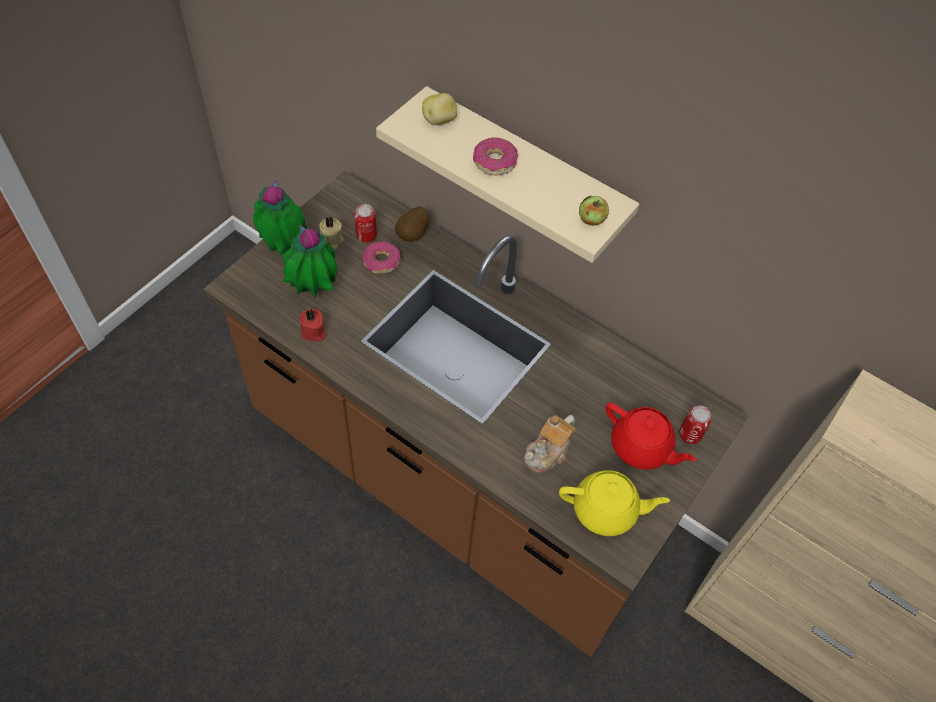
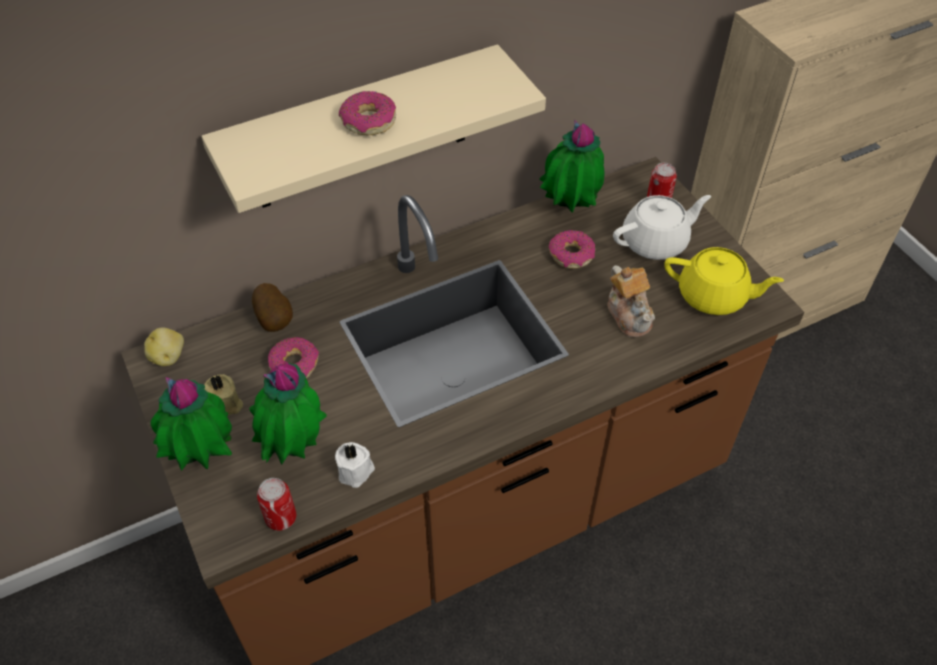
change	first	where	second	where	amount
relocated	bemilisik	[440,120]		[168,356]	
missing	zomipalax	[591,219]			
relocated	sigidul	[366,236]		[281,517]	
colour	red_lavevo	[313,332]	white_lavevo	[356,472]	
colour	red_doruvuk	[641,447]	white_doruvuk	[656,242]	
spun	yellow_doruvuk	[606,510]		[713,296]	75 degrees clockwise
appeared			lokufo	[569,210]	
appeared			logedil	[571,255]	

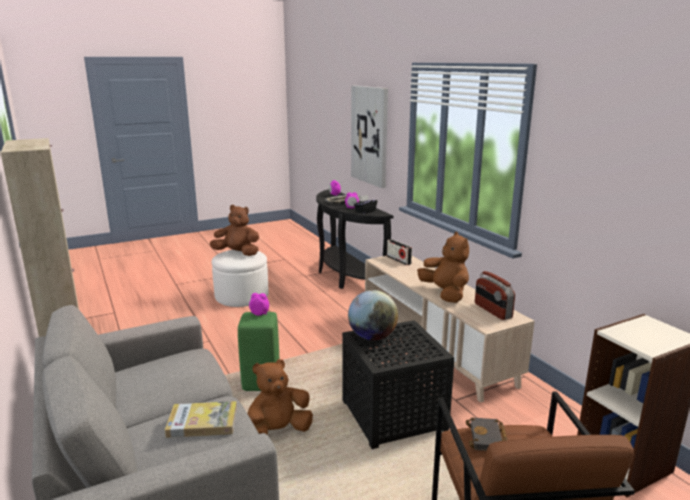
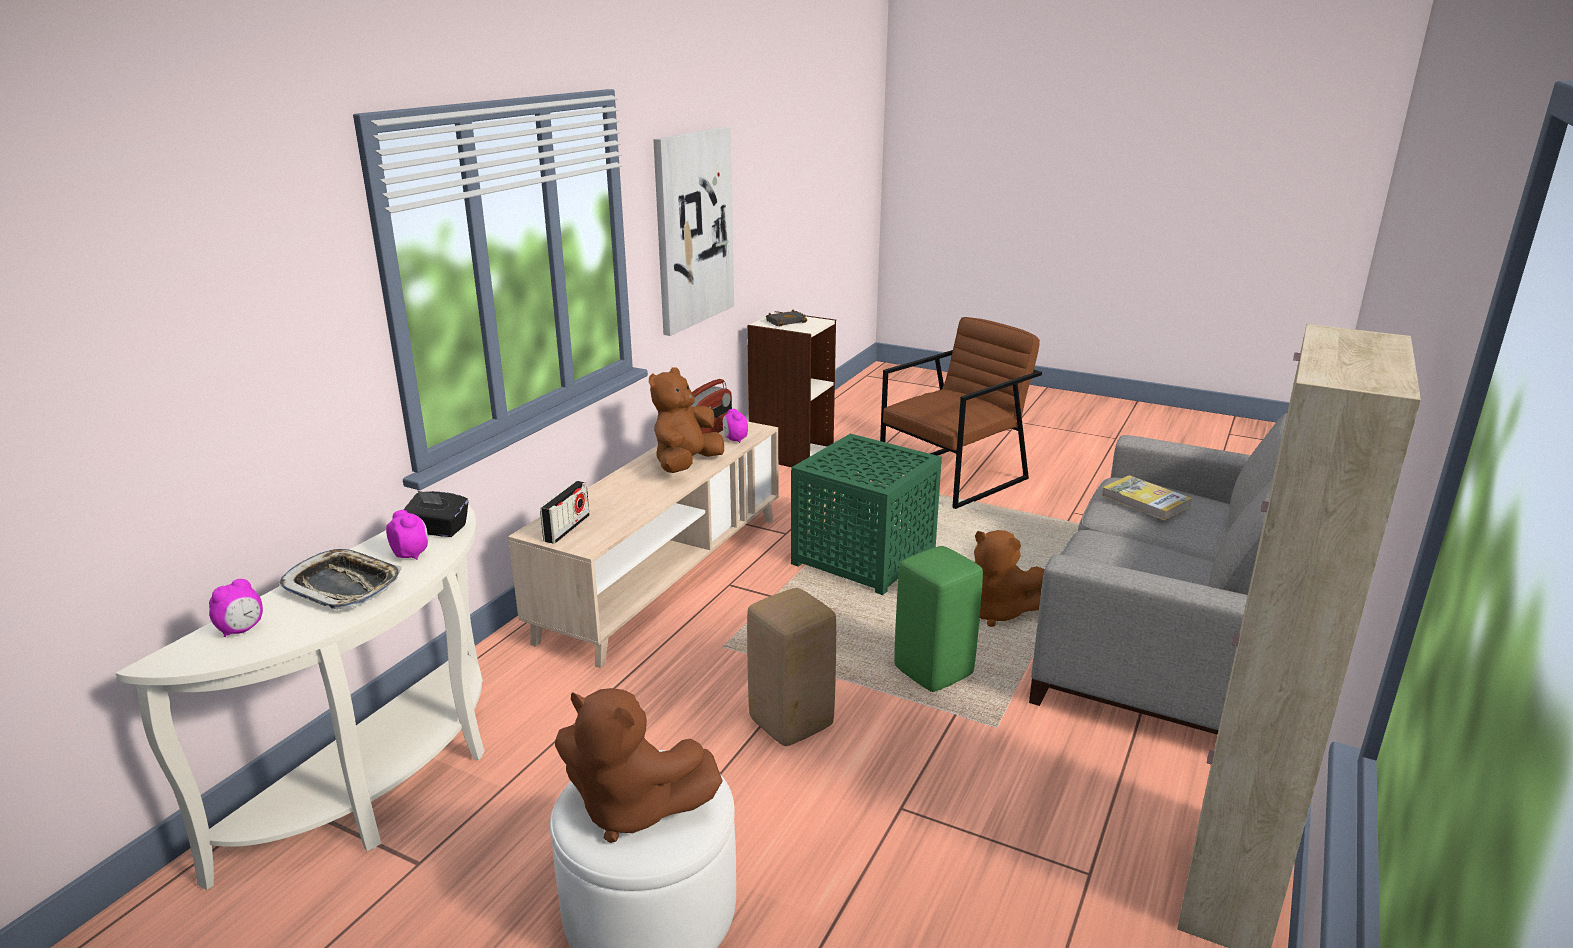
change	first	where	second	where	amount
relocated	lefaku	[370,135]		[693,229]	
colour	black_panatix	[345,277]	white_panatix	[388,783]	
spun	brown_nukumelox	[237,253]		[632,809]	45 degrees counterclockwise
missing	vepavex	[372,337]			
relocated	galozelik	[259,314]		[735,440]	
colour	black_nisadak	[394,414]	green_nisadak	[861,558]	
relocated	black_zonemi	[488,438]		[786,321]	
appeared			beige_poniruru	[791,724]	

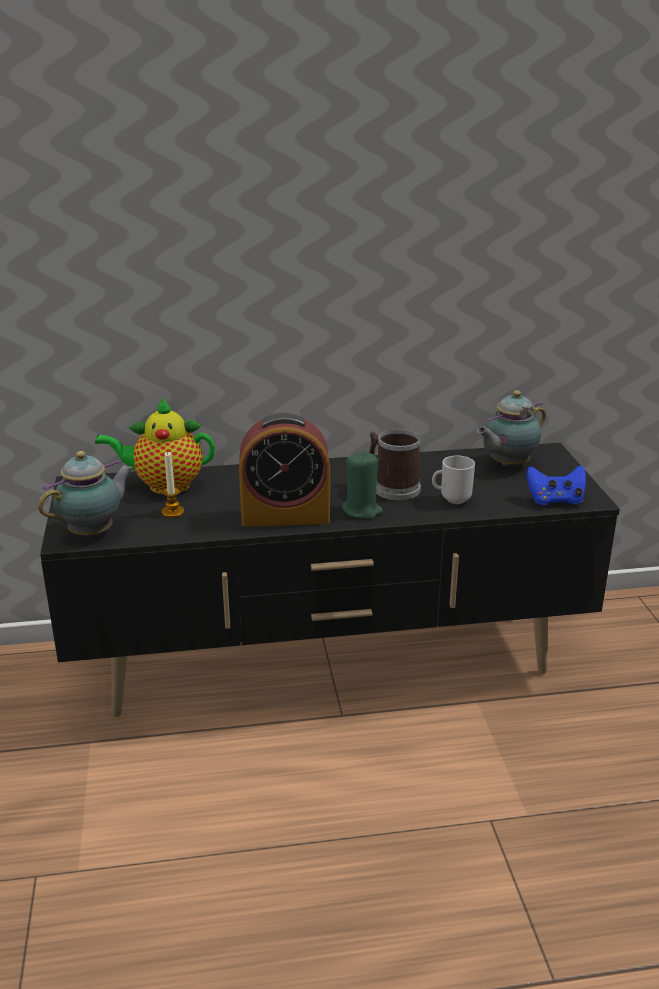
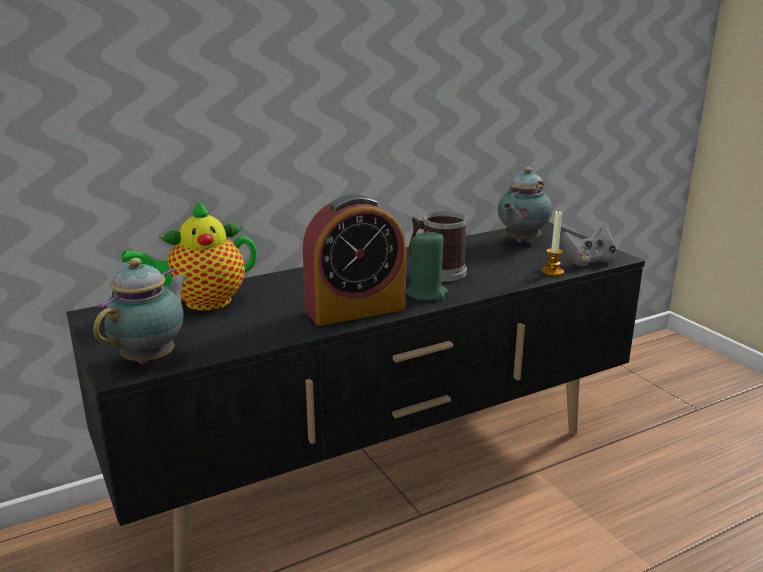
change	first	where	second	where	amount
relocated	lavevo	[173,512]		[552,272]	
missing	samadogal	[453,499]			
colour	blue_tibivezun	[555,500]	grey_tibivezun	[588,261]	

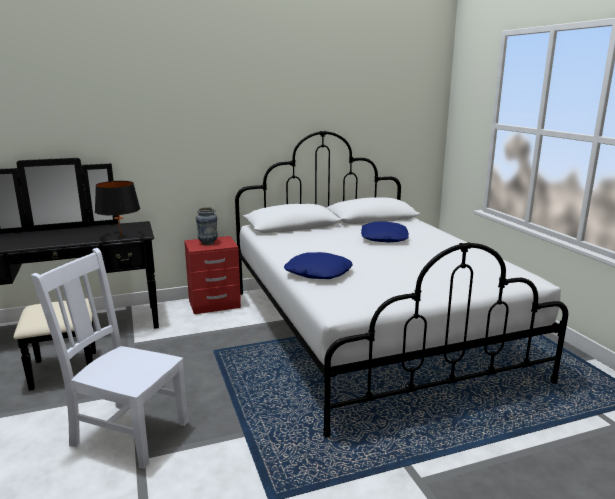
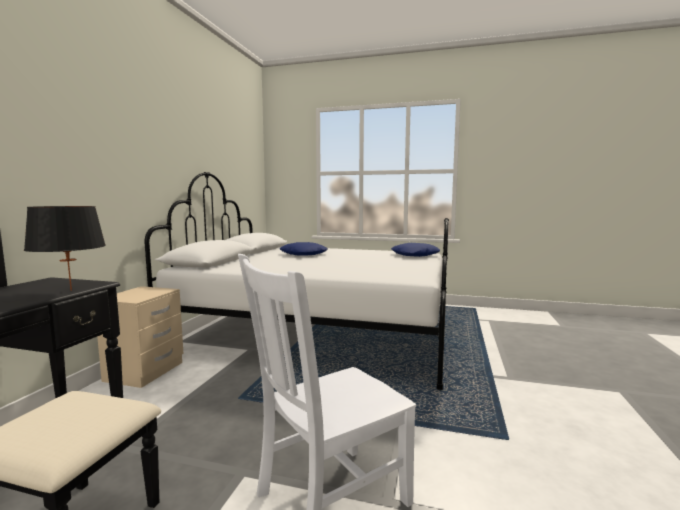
change	first	where	second	where	amount
missing	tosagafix	[208,243]			
colour	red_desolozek	[214,304]	beige_desolozek	[144,372]	
relocated	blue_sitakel	[318,273]		[415,255]	

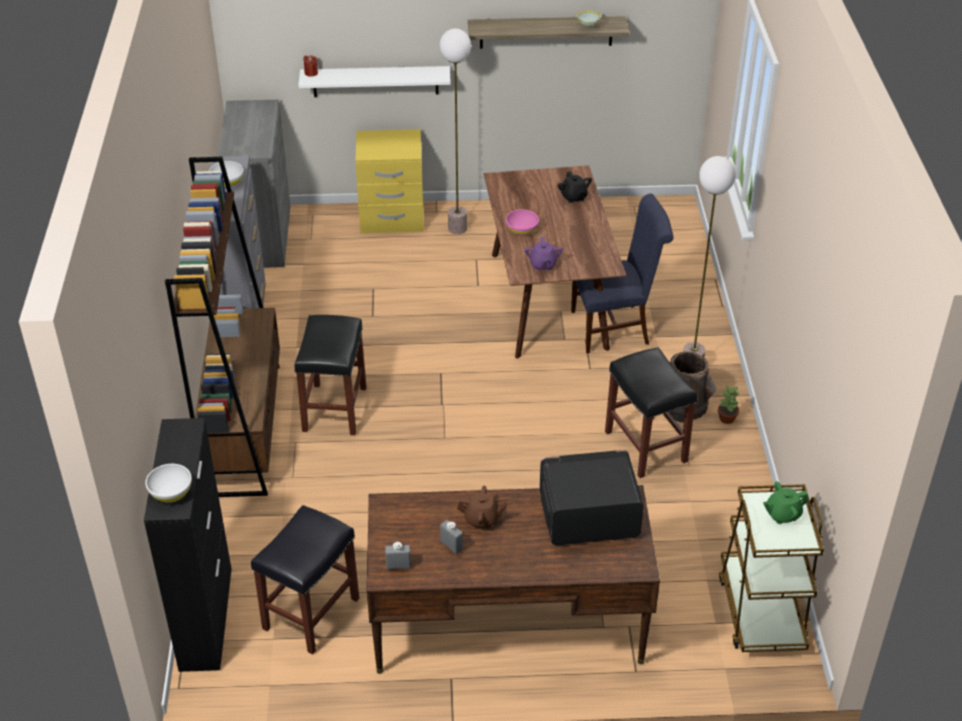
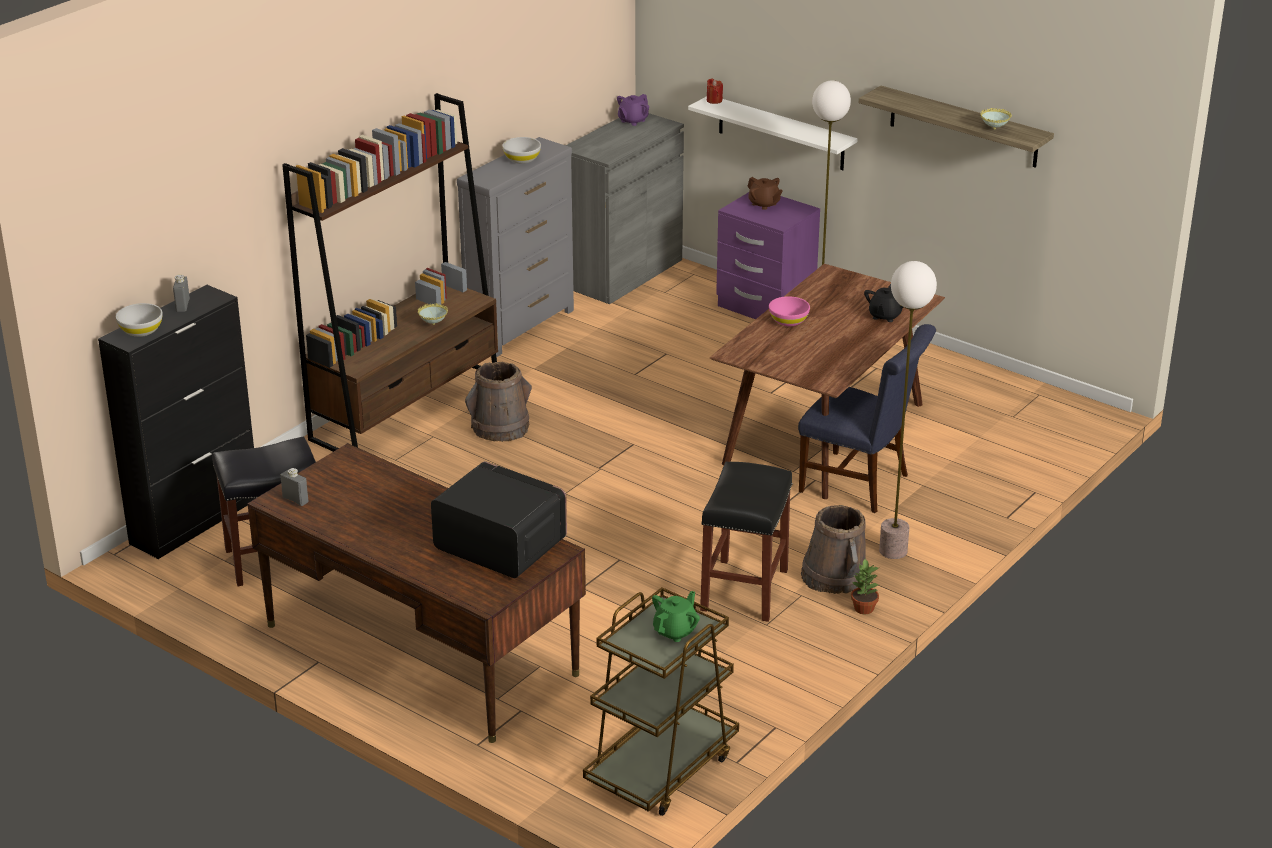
change	first	where	second	where	amount
colour	yellow_desolozek	[392,219]	purple_desolozek	[765,306]	
relocated	purple_doruvuk	[542,265]		[632,121]	
exchanged	black_poniruru	[334,408]	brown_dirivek	[500,427]	
spun	green_doruvuk	[782,514]		[675,631]	105 degrees clockwise
relocated	brown_doruvuk	[482,519]		[764,204]	
relocated	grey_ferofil	[451,545]		[182,305]	
appeared			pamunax	[433,325]	

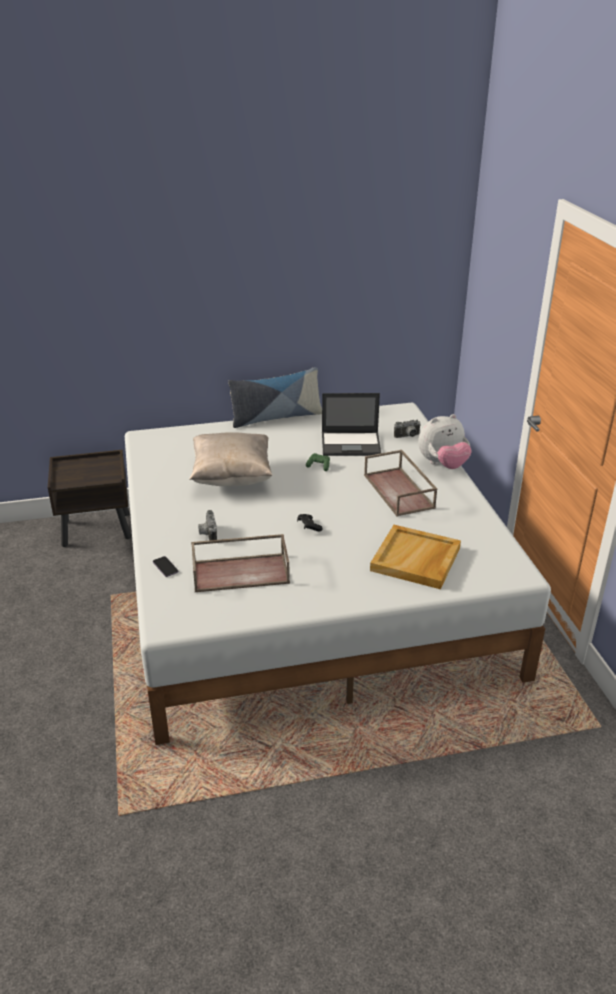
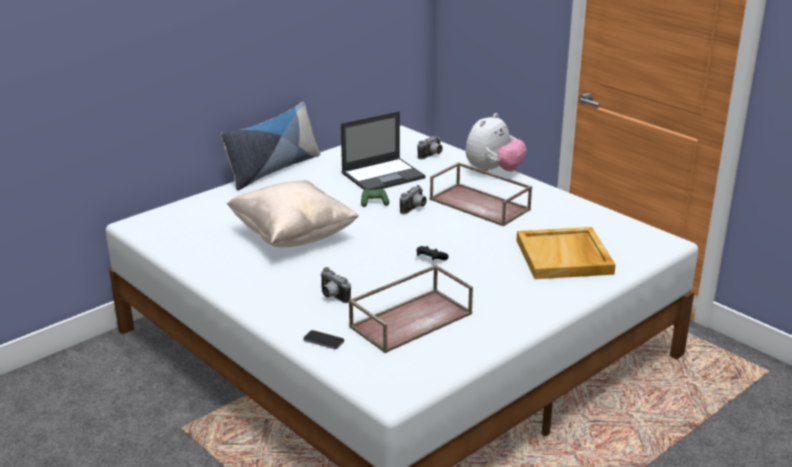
change	first	where	second	where	amount
missing	brown_desolozek	[97,529]			
appeared			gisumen	[414,209]	

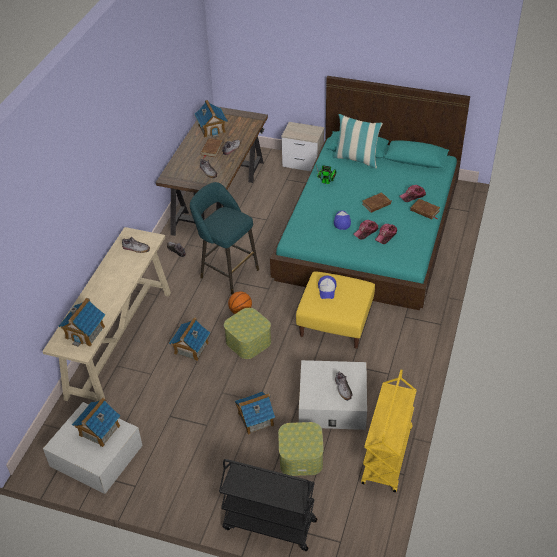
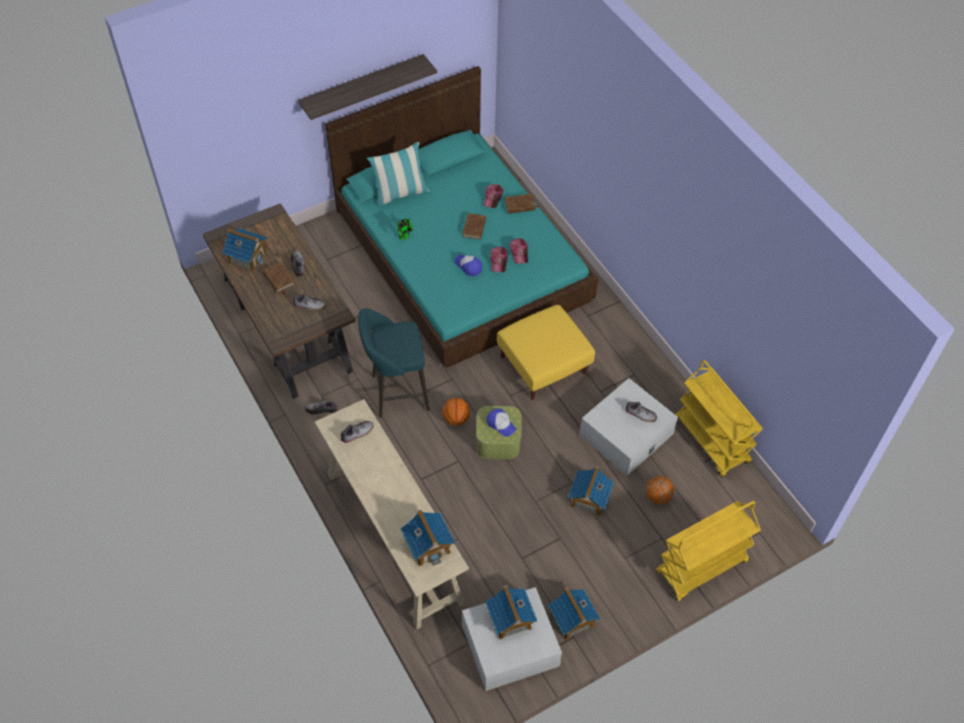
change	first	where	second	where	amount
missing	desolozek	[303,163]			
relocated	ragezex	[327,290]		[501,424]	
relocated	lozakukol	[191,348]		[572,620]	
exchanged	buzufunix	[301,457]	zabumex	[657,497]	
colour	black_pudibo	[269,525]	yellow_pudibo	[701,568]	
appeared			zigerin	[362,86]	

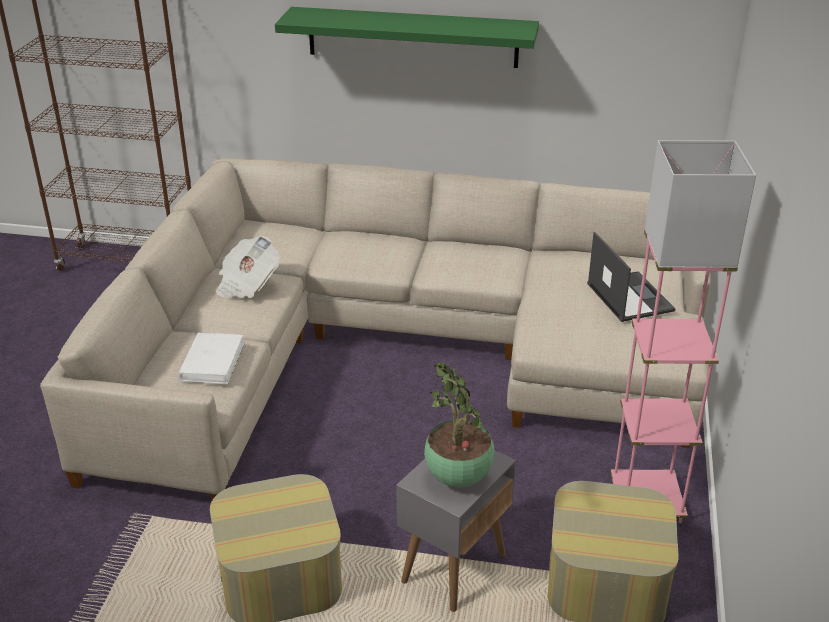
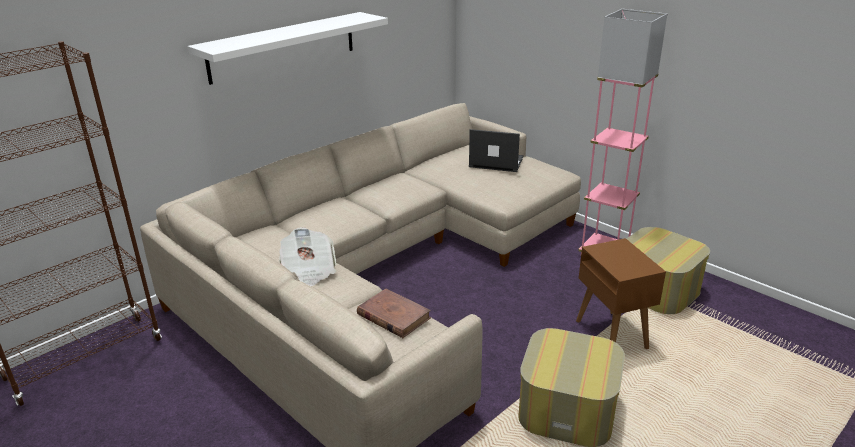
change	first	where	second	where	amount
colour	green_zigerin	[412,37]	white_zigerin	[283,46]	
colour	white_zonemi	[212,361]	brown_zonemi	[393,316]	
missing	lokufo	[459,479]			
colour	grey_nisadak	[454,567]	brown_nisadak	[610,334]	

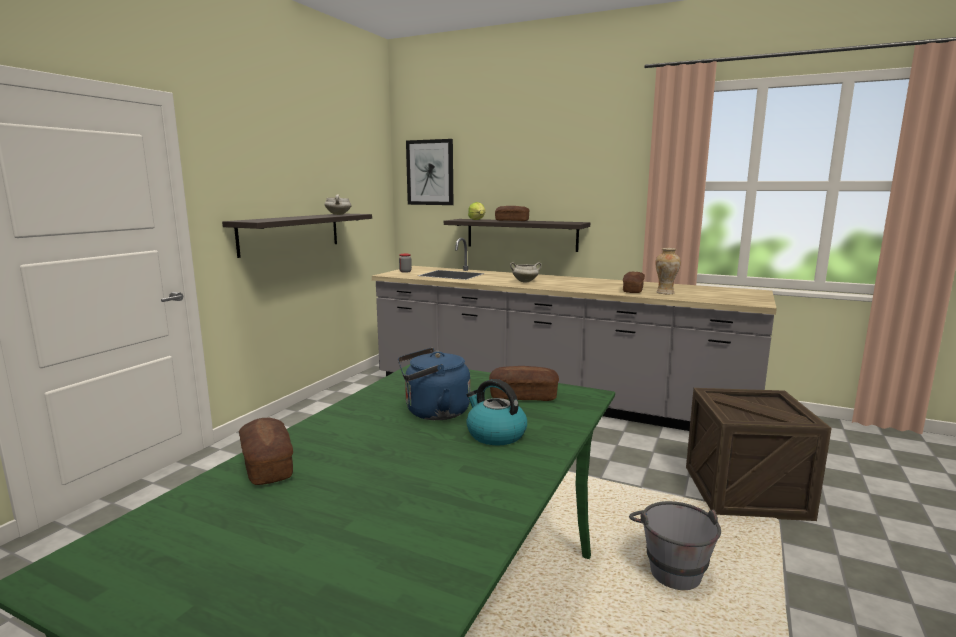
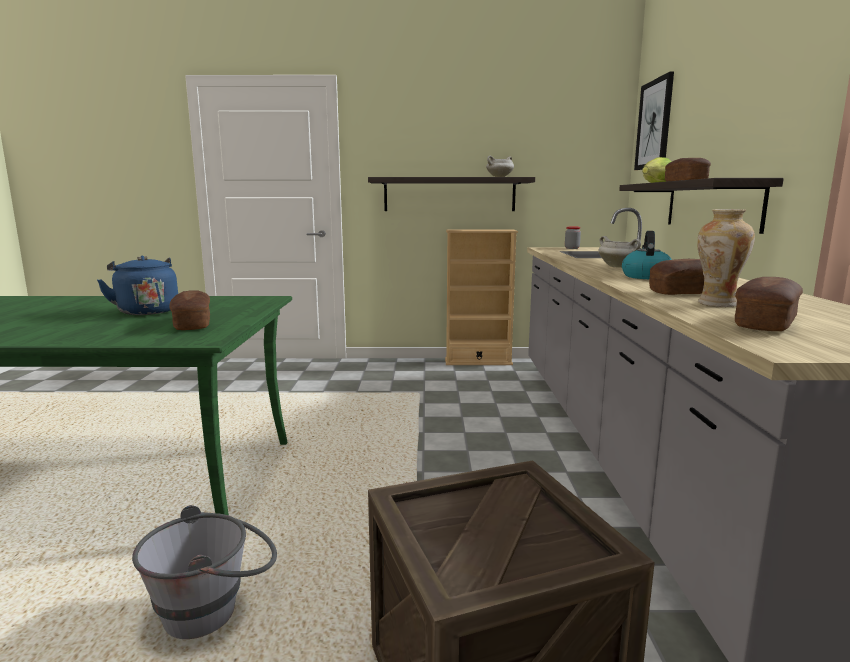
change	first	where	second	where	amount
relocated	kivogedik	[495,434]		[645,276]	
relocated	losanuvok	[267,465]		[765,323]	
appeared			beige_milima	[478,362]	

